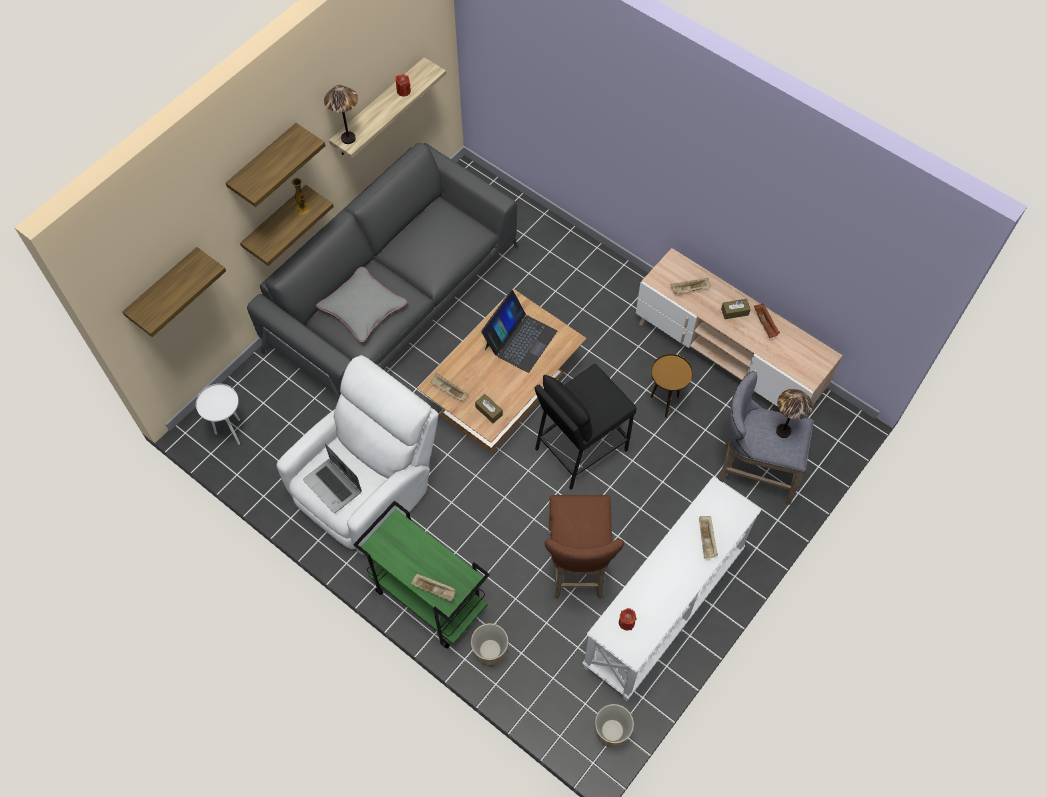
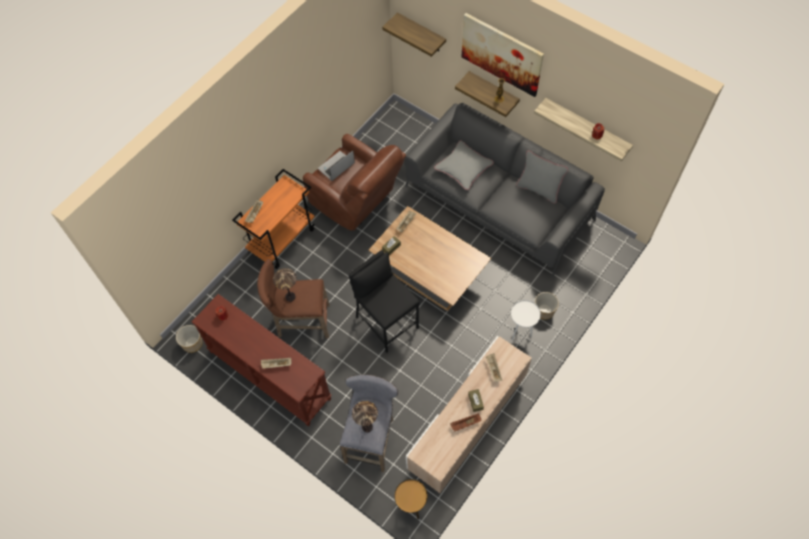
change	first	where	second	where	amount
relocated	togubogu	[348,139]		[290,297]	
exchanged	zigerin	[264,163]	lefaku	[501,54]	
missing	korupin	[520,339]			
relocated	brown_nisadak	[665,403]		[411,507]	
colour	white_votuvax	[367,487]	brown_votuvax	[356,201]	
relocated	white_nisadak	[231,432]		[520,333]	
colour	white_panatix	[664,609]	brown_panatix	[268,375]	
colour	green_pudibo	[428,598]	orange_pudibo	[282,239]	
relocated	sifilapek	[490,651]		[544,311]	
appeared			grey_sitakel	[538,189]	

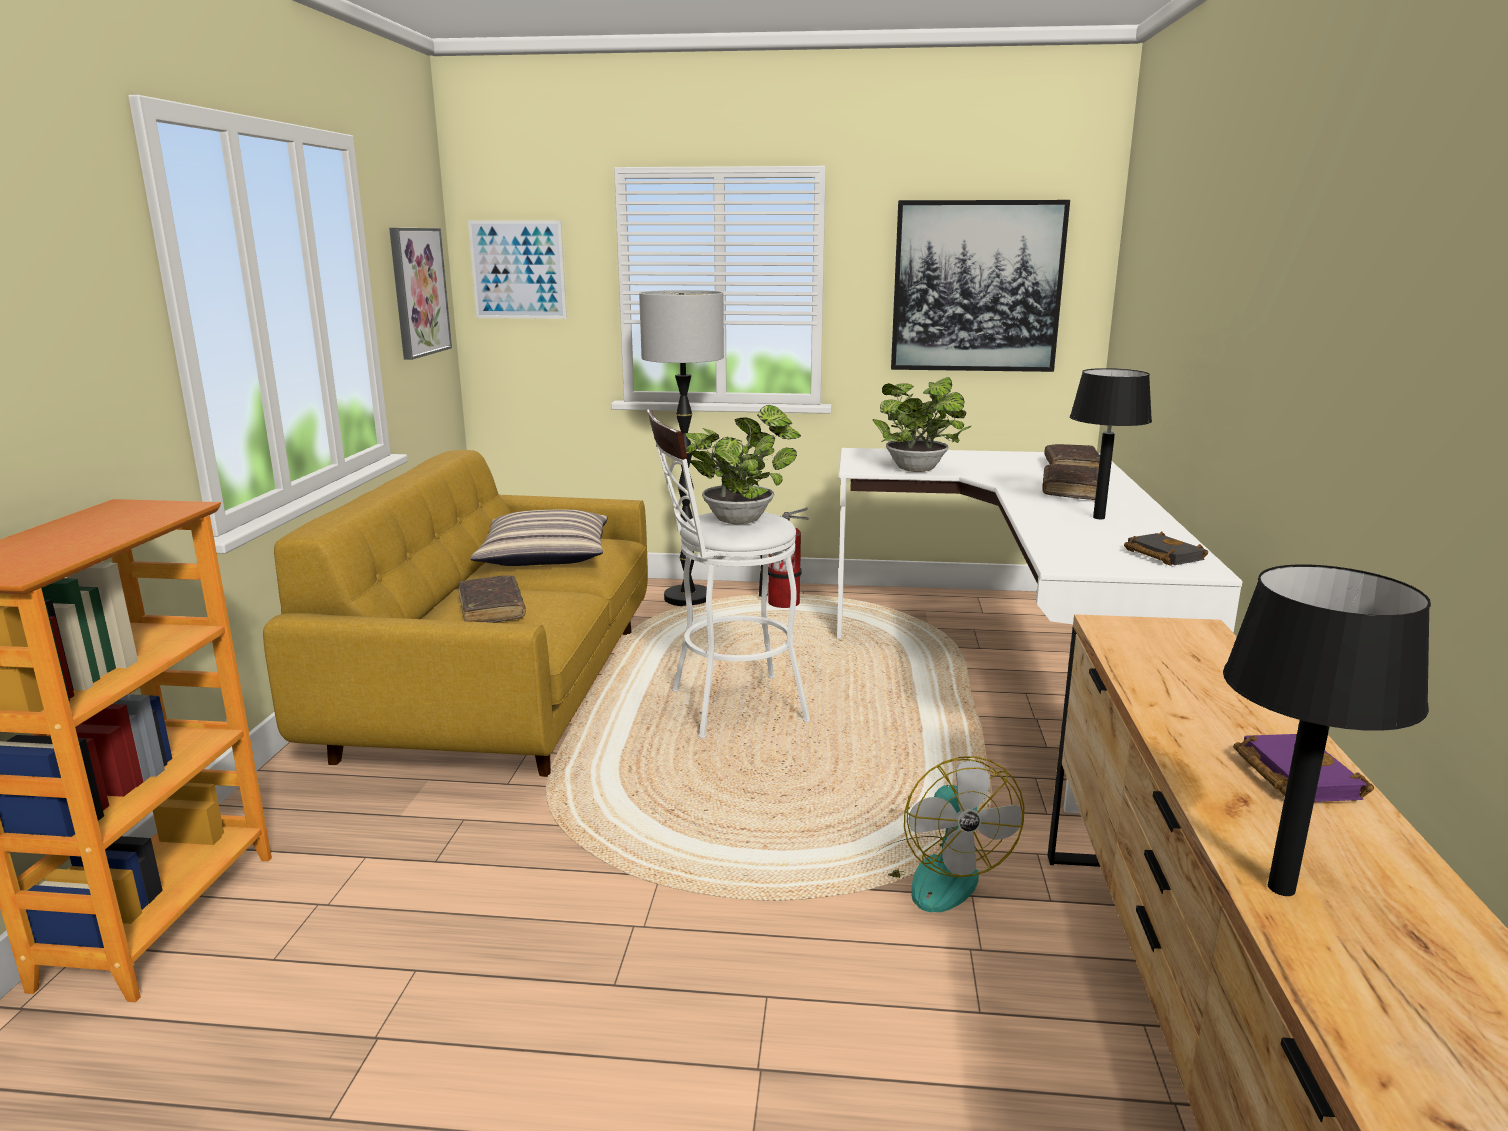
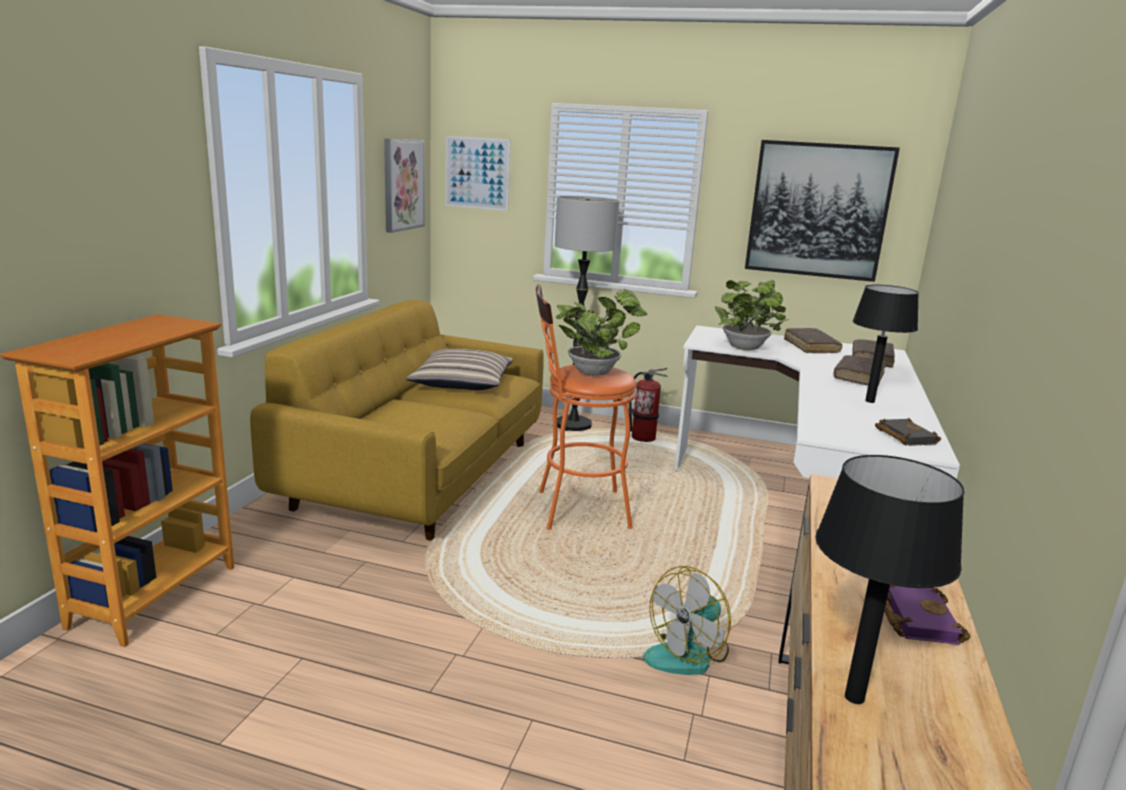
change	first	where	second	where	amount
colour	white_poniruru	[726,708]	orange_poniruru	[574,510]	
relocated	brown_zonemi	[492,609]		[811,347]	
spun	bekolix	[936,873]		[688,654]	45 degrees clockwise

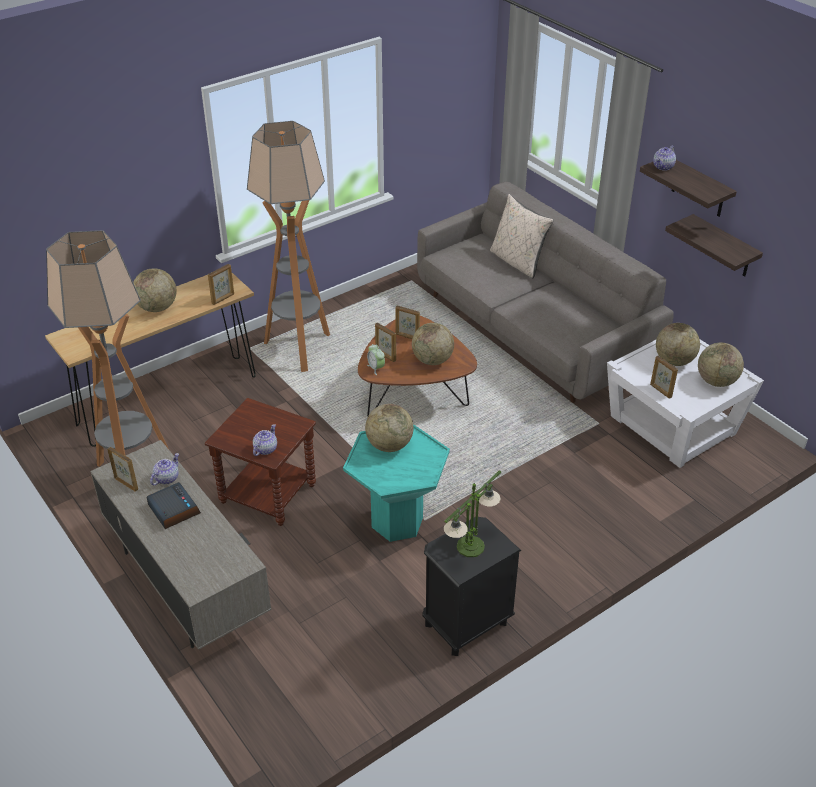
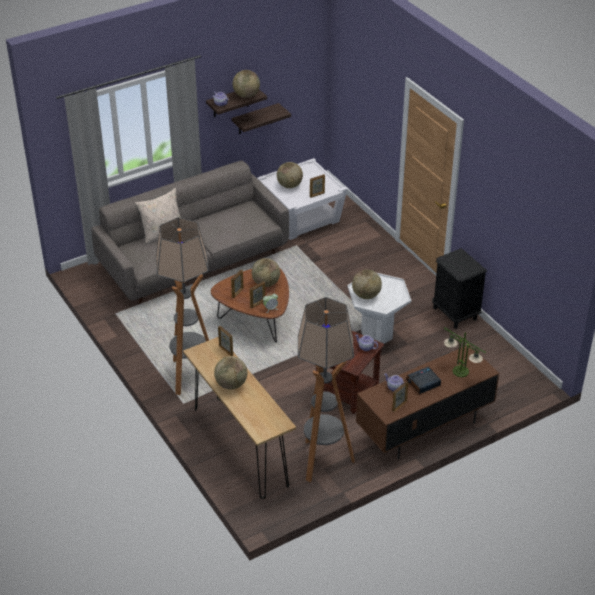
change	first	where	second	where	amount
relocated	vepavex	[716,381]		[246,95]	
colour	turquoise_nisadak	[397,522]	white_nisadak	[377,335]	
colour	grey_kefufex	[186,583]	brown_kefufex	[424,428]	
relocated	togubogu	[470,546]		[460,371]	

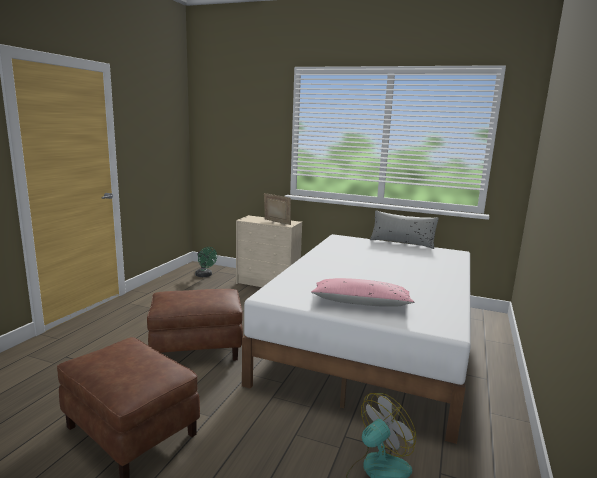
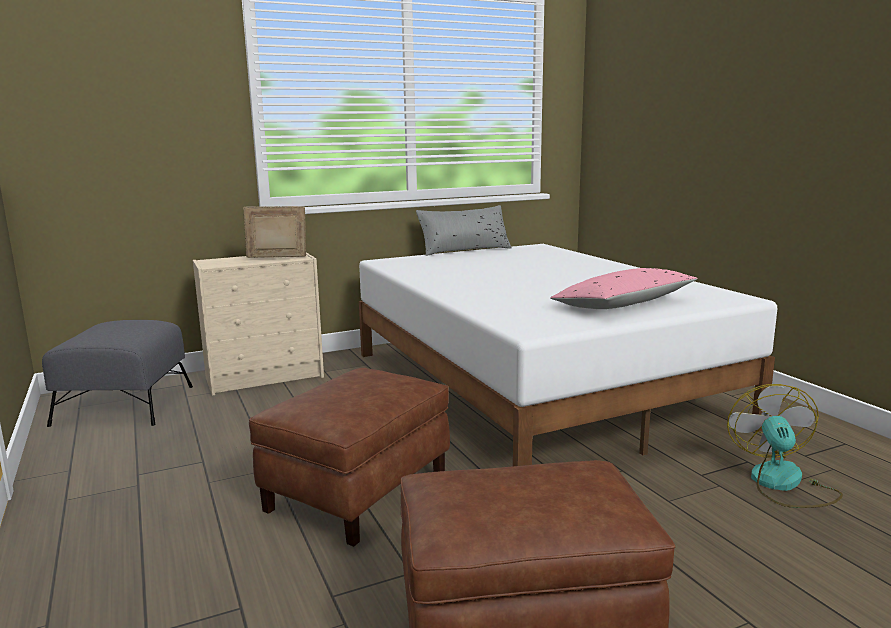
change	first	where	second	where	amount
exchanged	green_bekolix	[205,275]	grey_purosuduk	[126,404]	

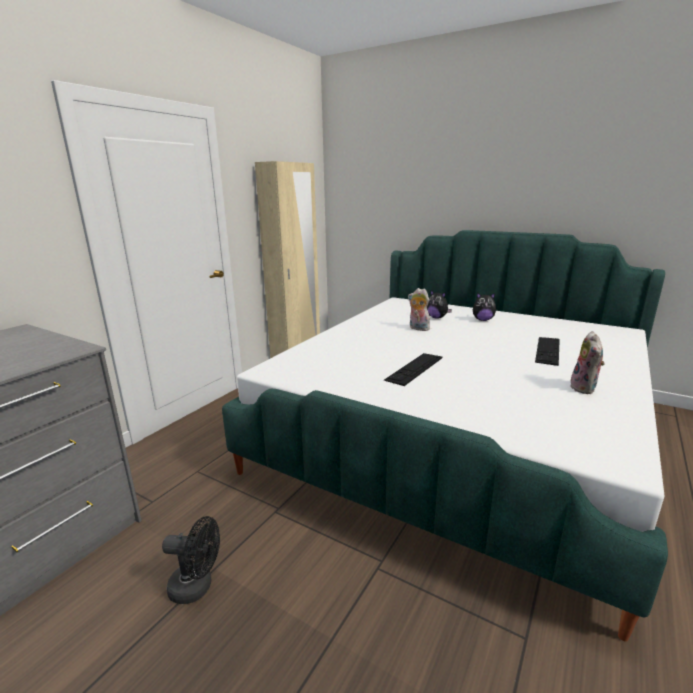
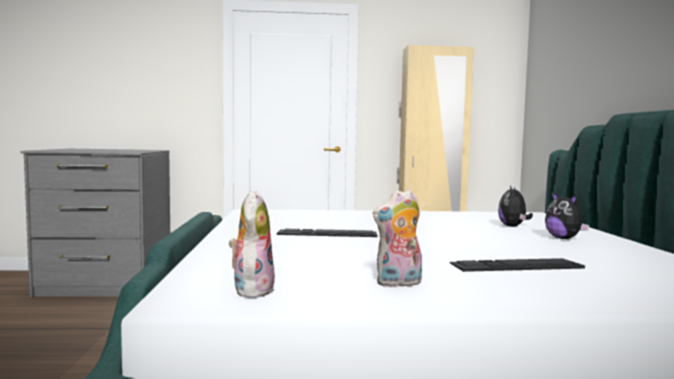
change	first	where	second	where	amount
relocated	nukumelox	[418,328]		[251,290]	
missing	black_bekolix	[197,587]			

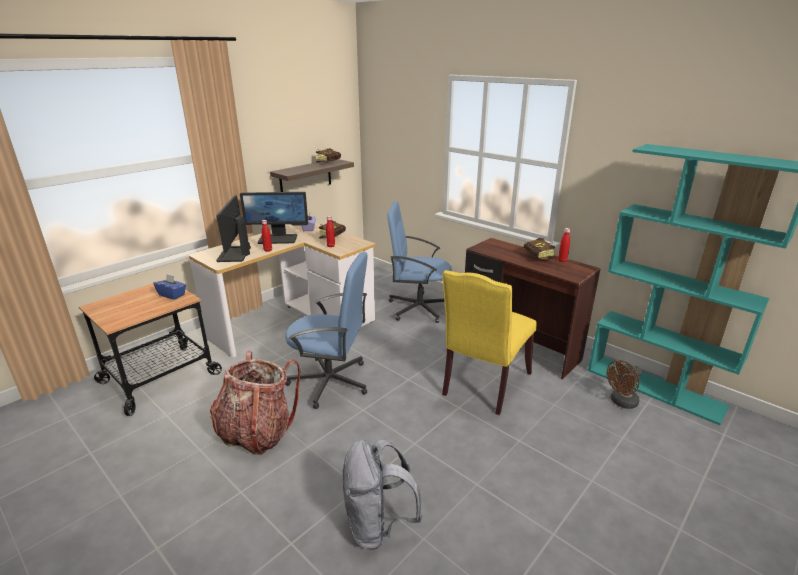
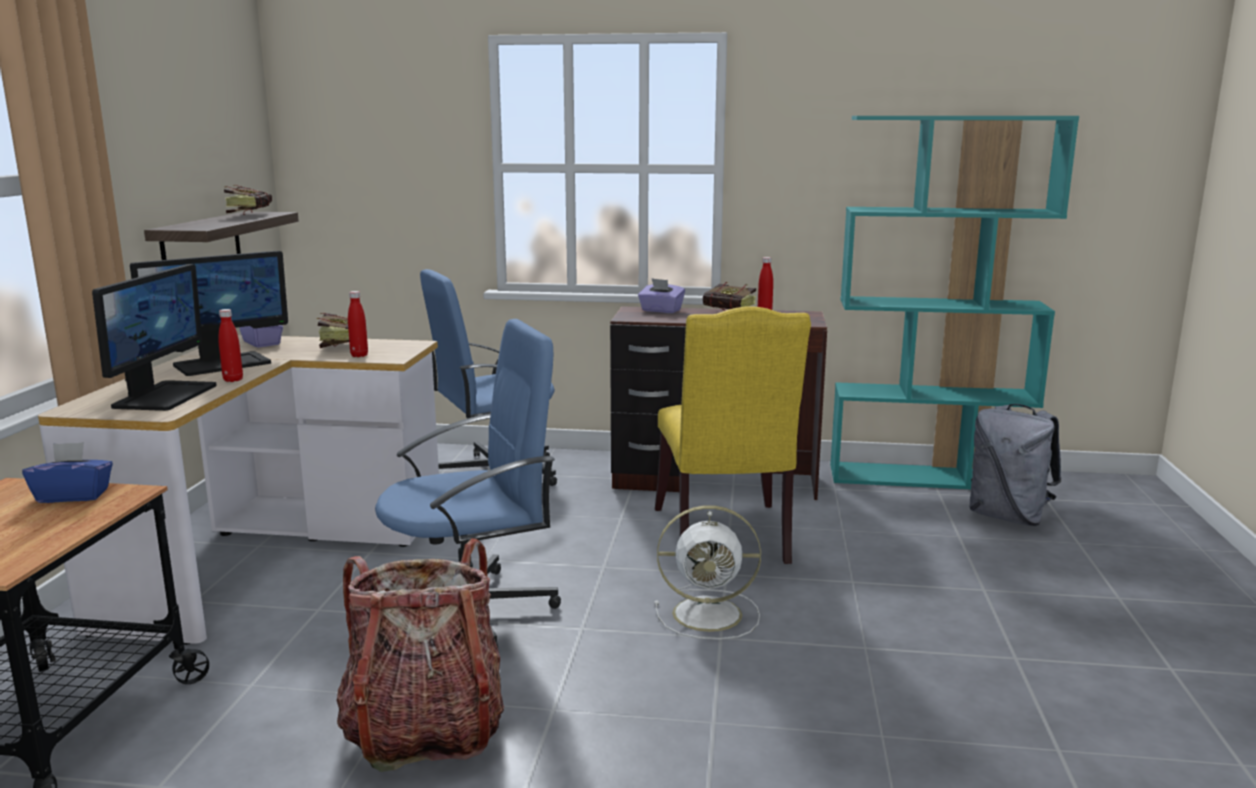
change	first	where	second	where	amount
spun	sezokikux	[235,254]		[164,396]	135 degrees counterclockwise
missing	brown_bekolix	[621,402]			
relocated	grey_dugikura	[378,525]		[1008,517]	
appeared			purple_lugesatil	[661,310]	
appeared			white_bekolix	[710,614]	

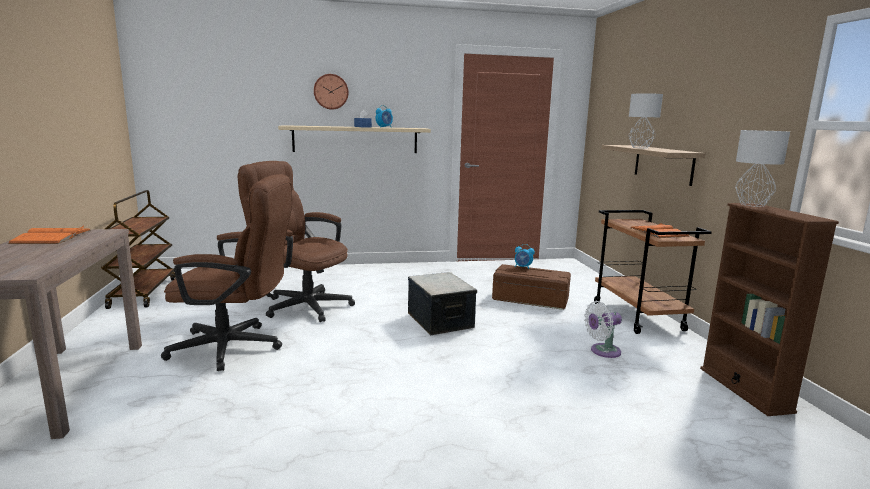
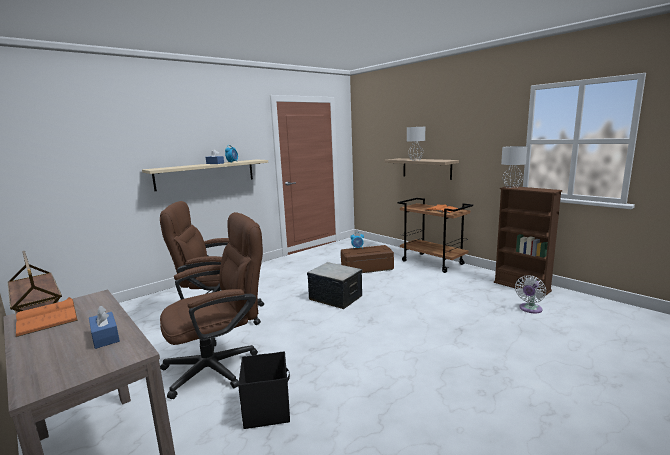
change	first	where	second	where	amount
missing	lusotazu	[331,91]			
relocated	white_bekolix	[602,351]		[530,309]	
appeared			blue_lugesatil	[105,337]	
appeared			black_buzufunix	[267,408]	

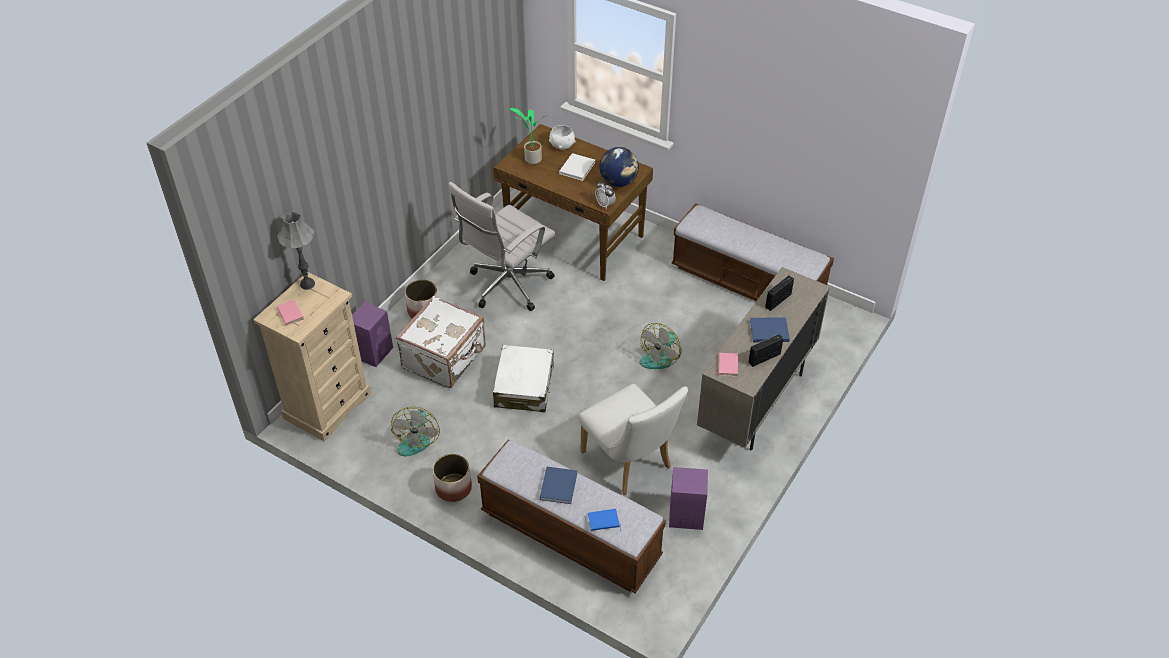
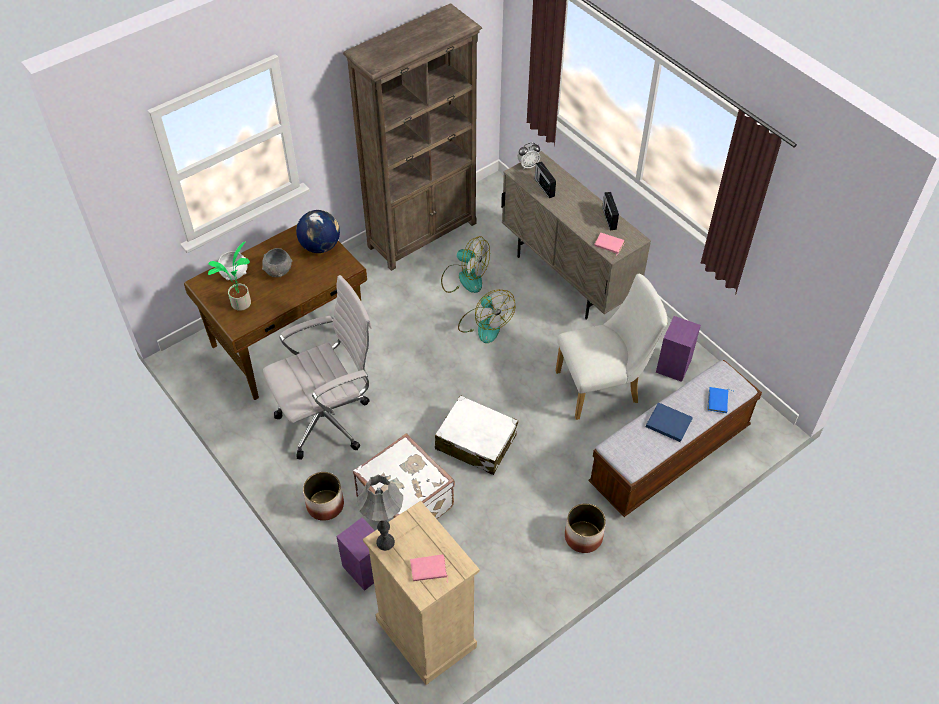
change	first	where	second	where	amount
exchanged	white_zonemi	[577,167]	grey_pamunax	[278,271]	
relocated	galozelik	[605,204]		[528,165]	
spun	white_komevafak	[507,287]		[329,419]	90 degrees counterclockwise
exchanged	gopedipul	[747,283]	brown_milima	[423,234]	
missing	blue_zonemi	[768,331]			
relocated	bekolix	[416,438]		[464,278]	

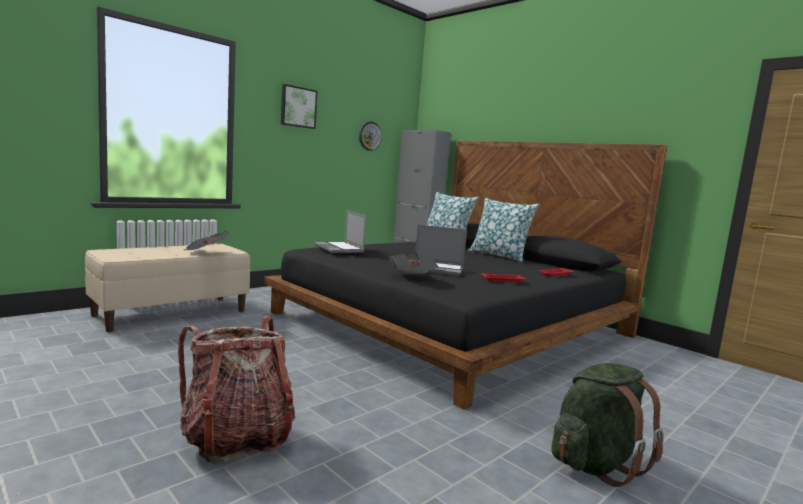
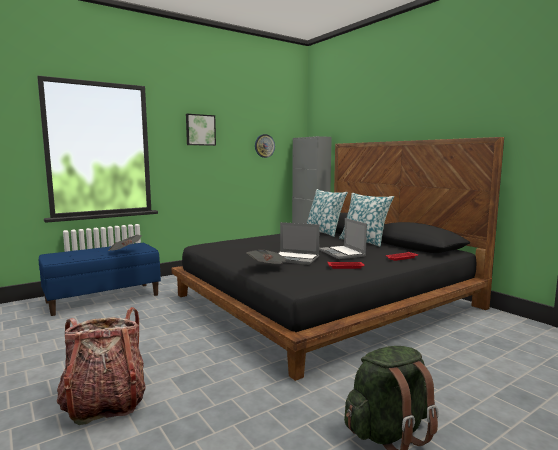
change	first	where	second	where	amount
relocated	korupin	[340,249]		[343,253]	
colour	beige_gopedipul	[172,313]	blue_gopedipul	[103,298]	

